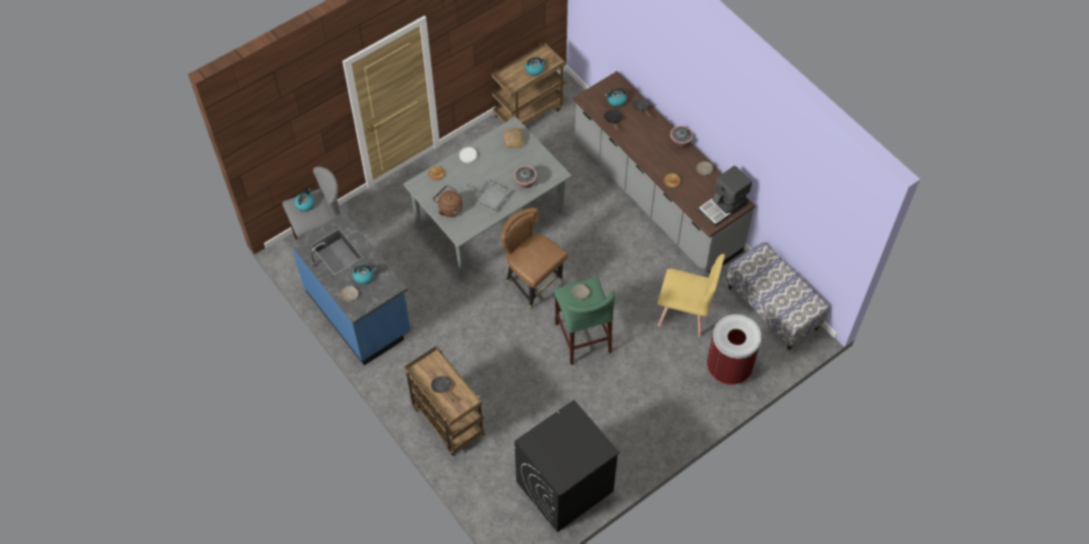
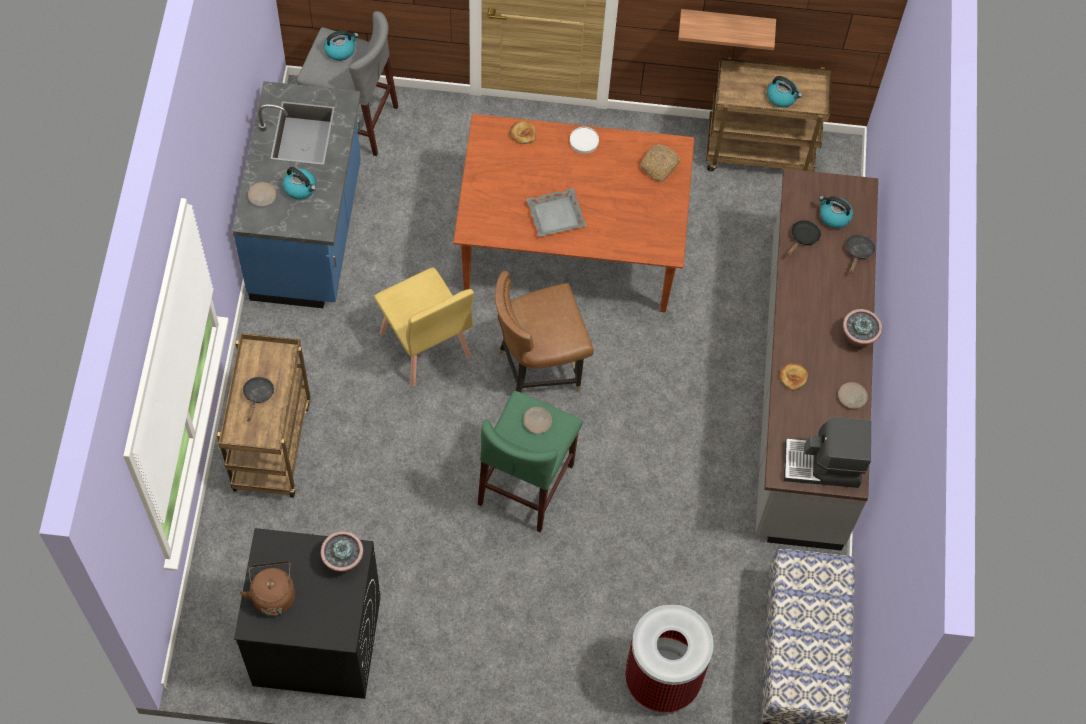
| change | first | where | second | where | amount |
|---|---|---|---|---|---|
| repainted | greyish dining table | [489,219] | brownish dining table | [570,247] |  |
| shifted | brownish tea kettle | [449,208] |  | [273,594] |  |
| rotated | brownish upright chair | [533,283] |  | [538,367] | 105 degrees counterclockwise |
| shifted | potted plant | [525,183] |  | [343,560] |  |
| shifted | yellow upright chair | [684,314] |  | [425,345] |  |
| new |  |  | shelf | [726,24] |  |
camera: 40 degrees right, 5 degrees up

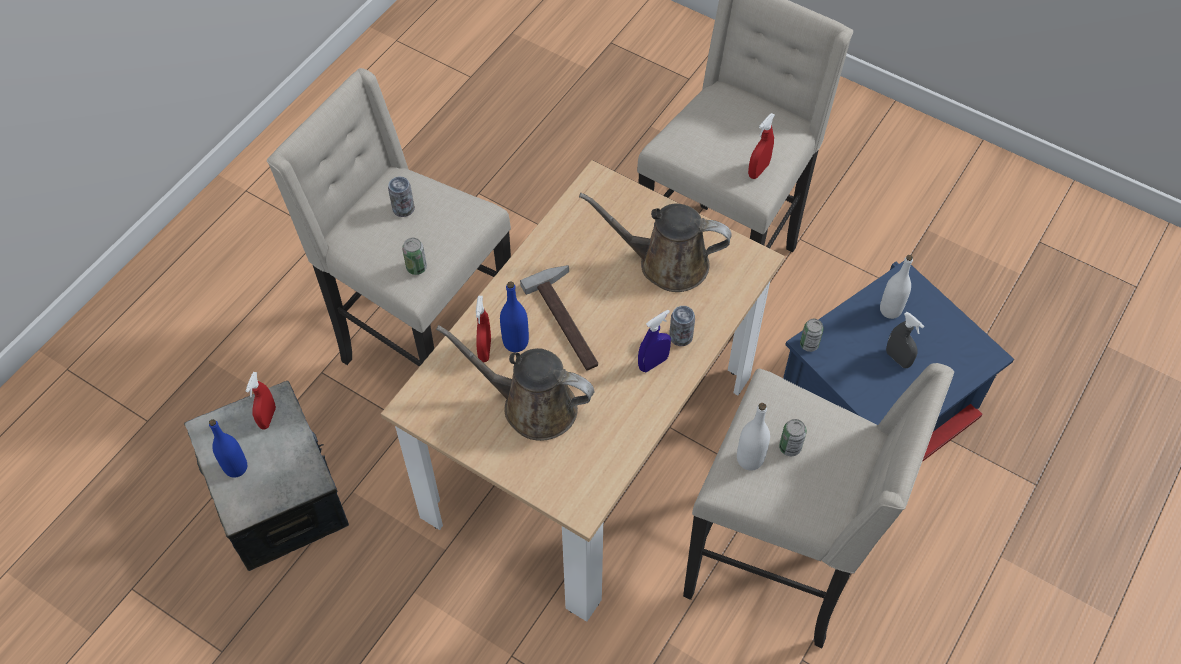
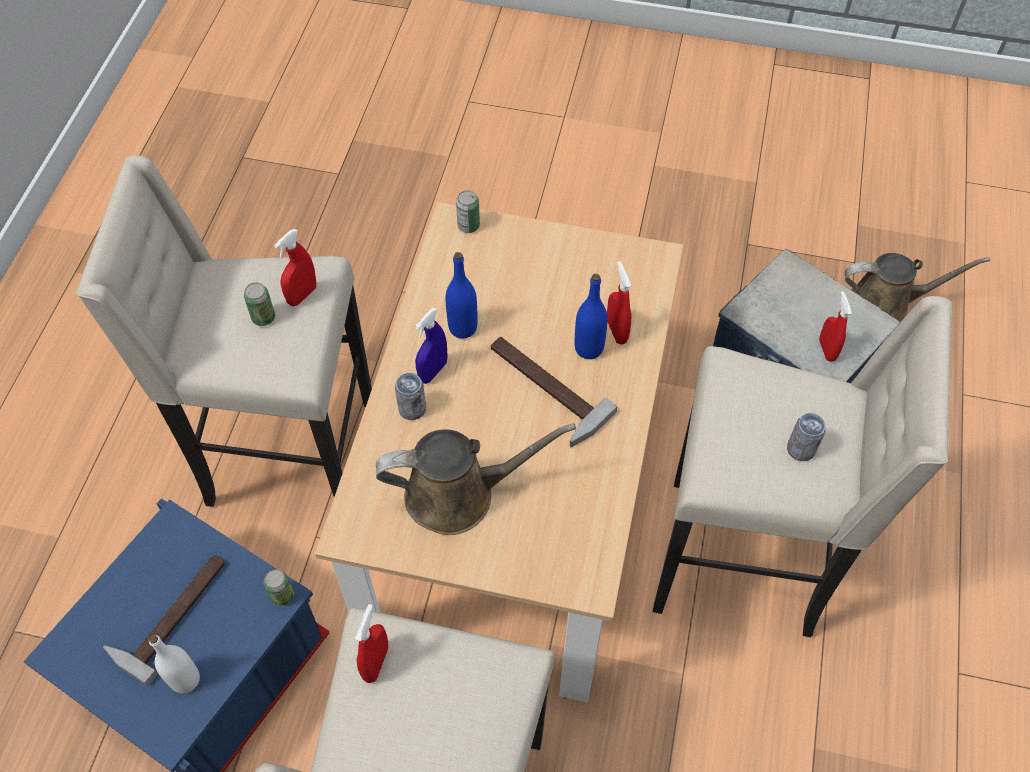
| change | first | where | second | where | amount |
|---|---|---|---|---|---|
| shifted | bluish bottle | [236,467] |  | [463,328] |  |
| shifted | metal can | [416,267] |  | [468,226] |  |
| shifted | brownish watering can | [532,405] |  | [885,305] |  |
| swapped | white bottle | [750,459] | red-coloured hand sprayer | [302,295] |  |
| swapped | greyish hand sprayer | [897,359] | hammer | [171,612] |  |
camera: 160 degrees right, 0 degrees up

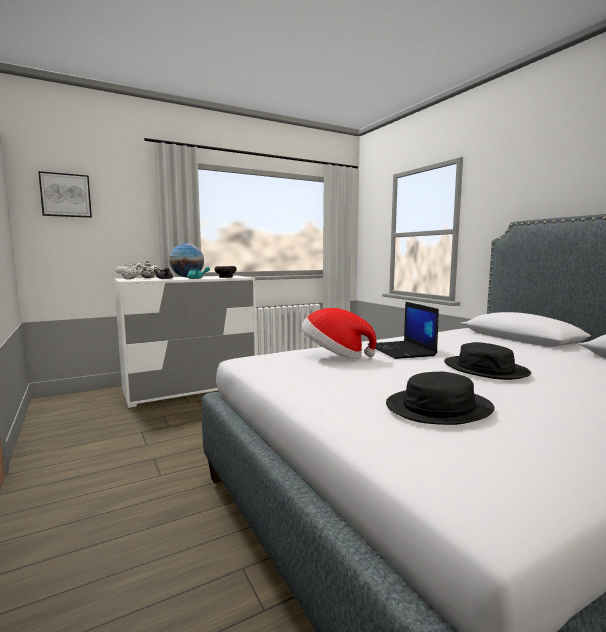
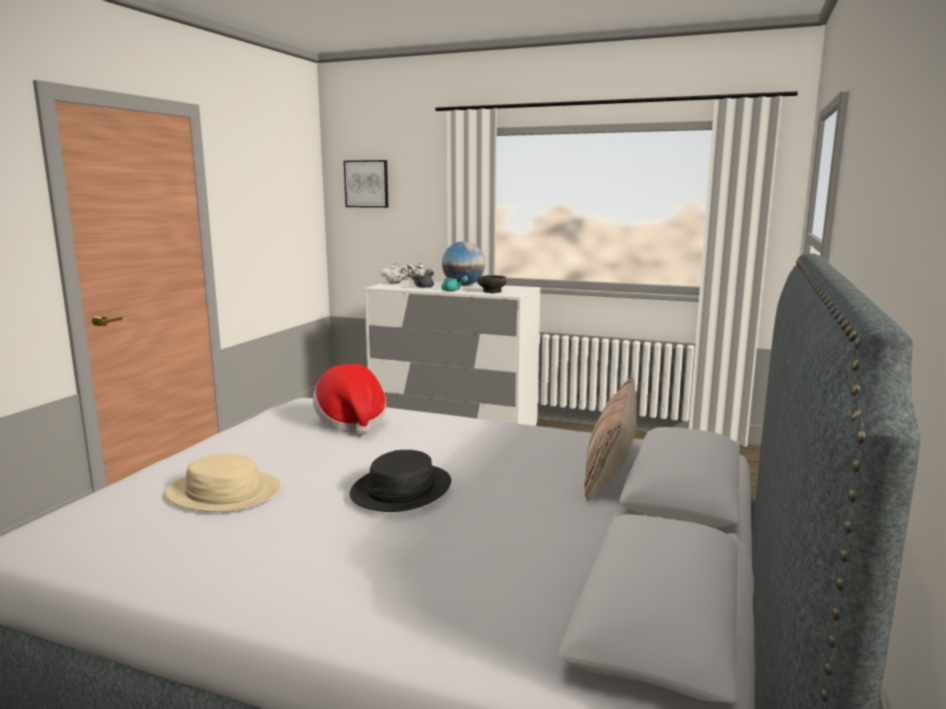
| change | first | where | second | where | amount |
|---|---|---|---|---|---|
| gone | portable computer | [401,350] |  |  |  |
| repainted | blackish clothing hat | [439,408] | beige-coloured clothing hat | [224,492] |  |
| new |  |  | pillow | [611,467] |  |
camera: 50 degrees right, 5 degrees up

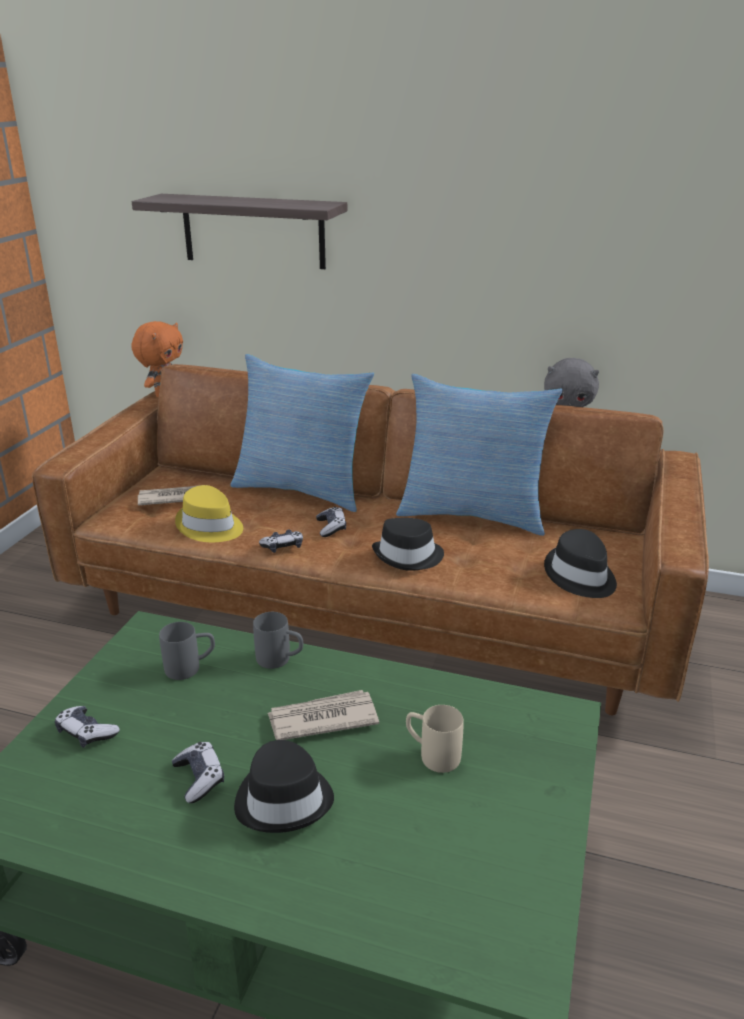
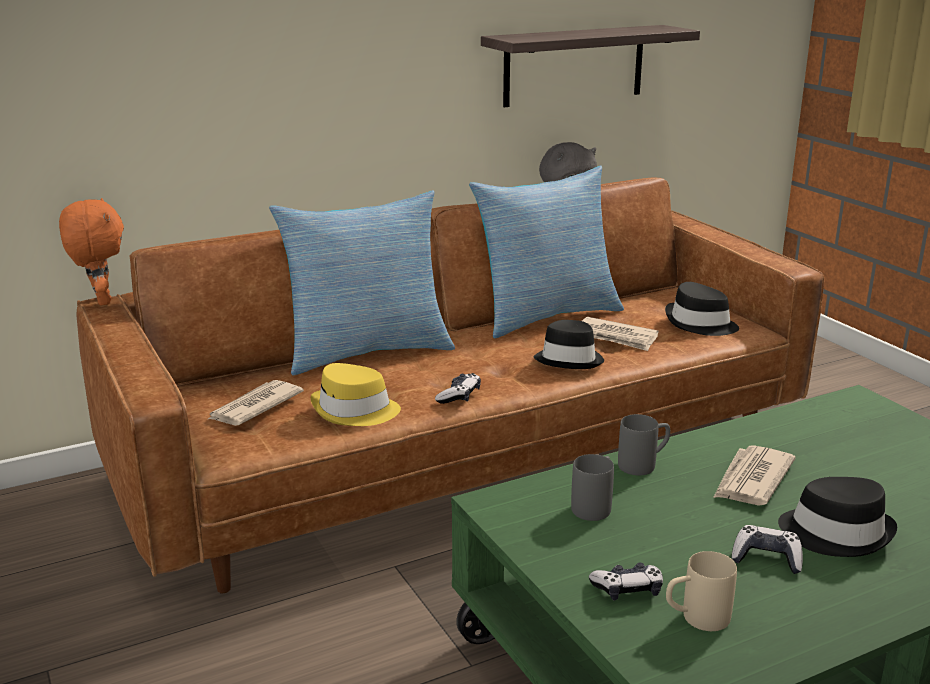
| change | first | where | second | where | amount |
|---|---|---|---|---|---|
| shifted | shelf | [253,231] |  | [574,65] |  |
| gone | game controller | [331,527] |  |  |  |
| shifted | beige-coloured mug | [432,755] |  | [696,619] |  |
| new |  |  | daily paper | [615,337] |  |
camera: 45 degrees left, 5 degrees down

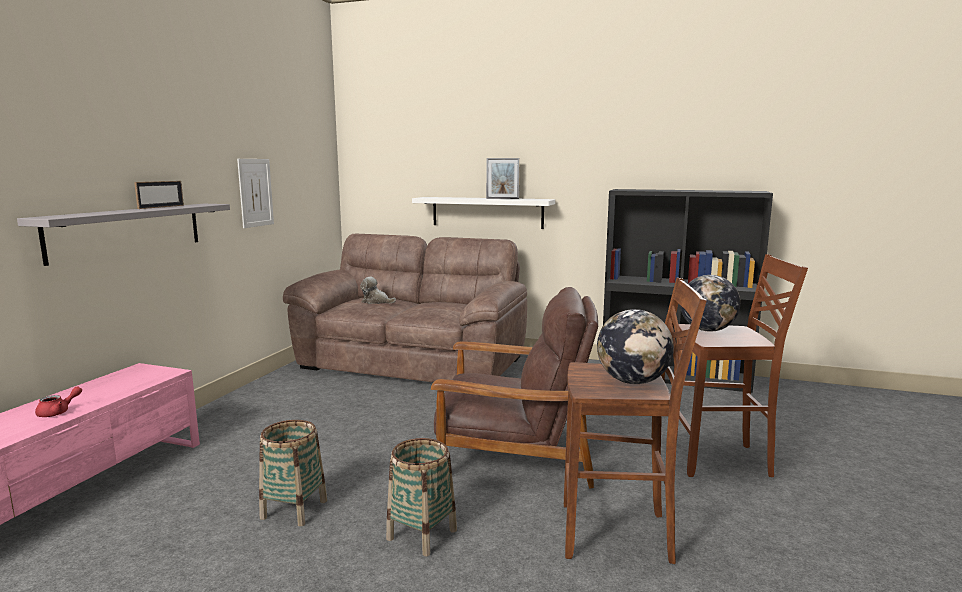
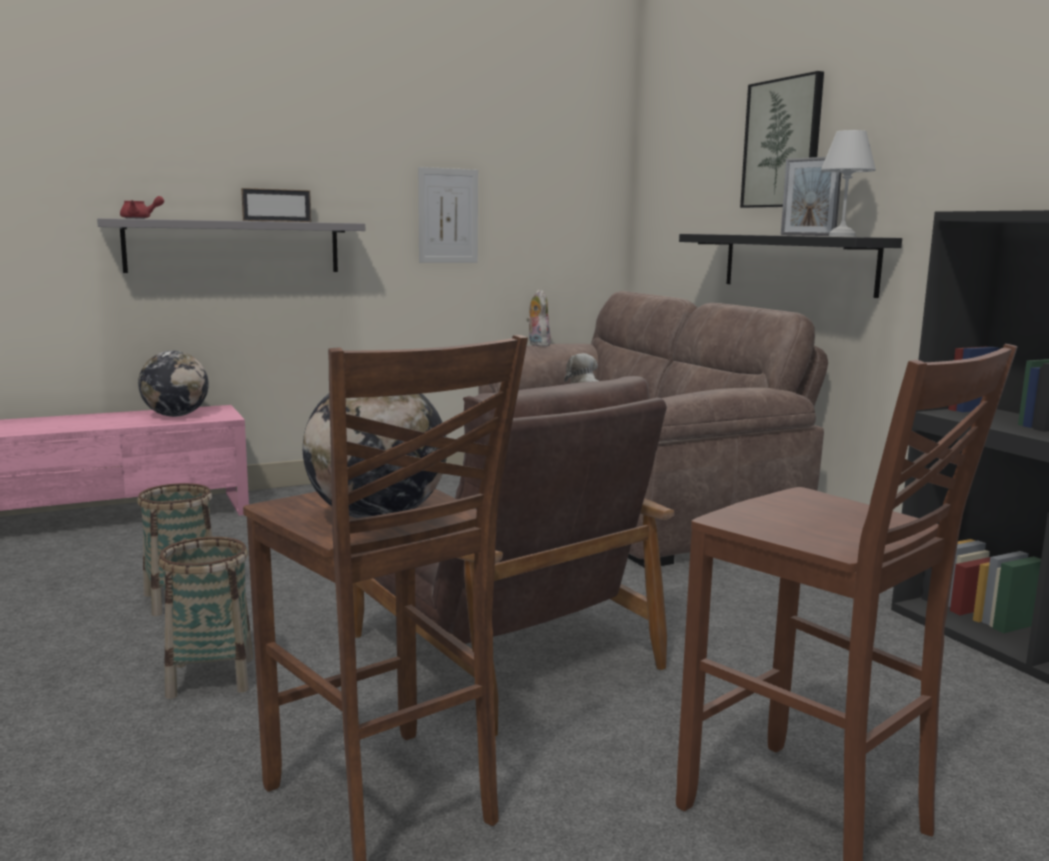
| change | first | where | second | where | amount |
|---|---|---|---|---|---|
| shifted | red-coloured teapot | [58,412] |  | [140,218] |  |
| repainted | white shelf | [487,212] | blackish shelf | [797,263] |  |
| shifted | globe | [707,330] |  | [176,416] |  |
| new |  |  | cuddly toy | [537,345] |  |
| new |  |  | picture | [783,143] |  |
| new |  |  | white table lamp | [843,236] |  |
camera: 45 degrees right, 0 degrees up

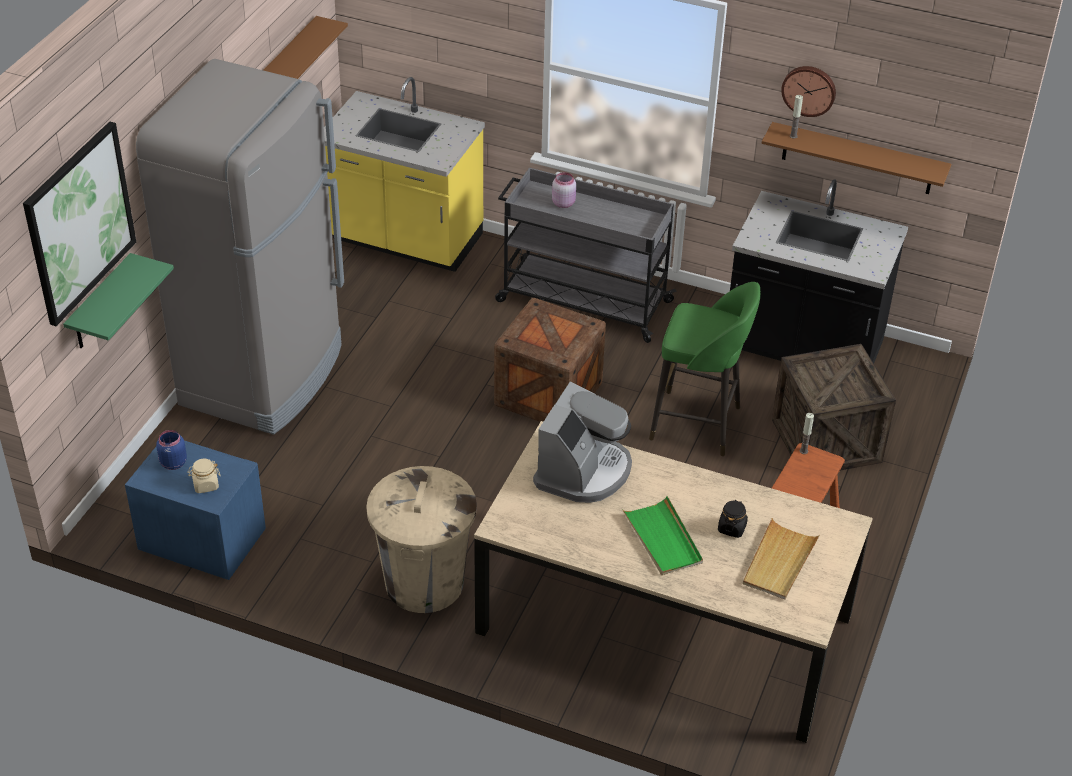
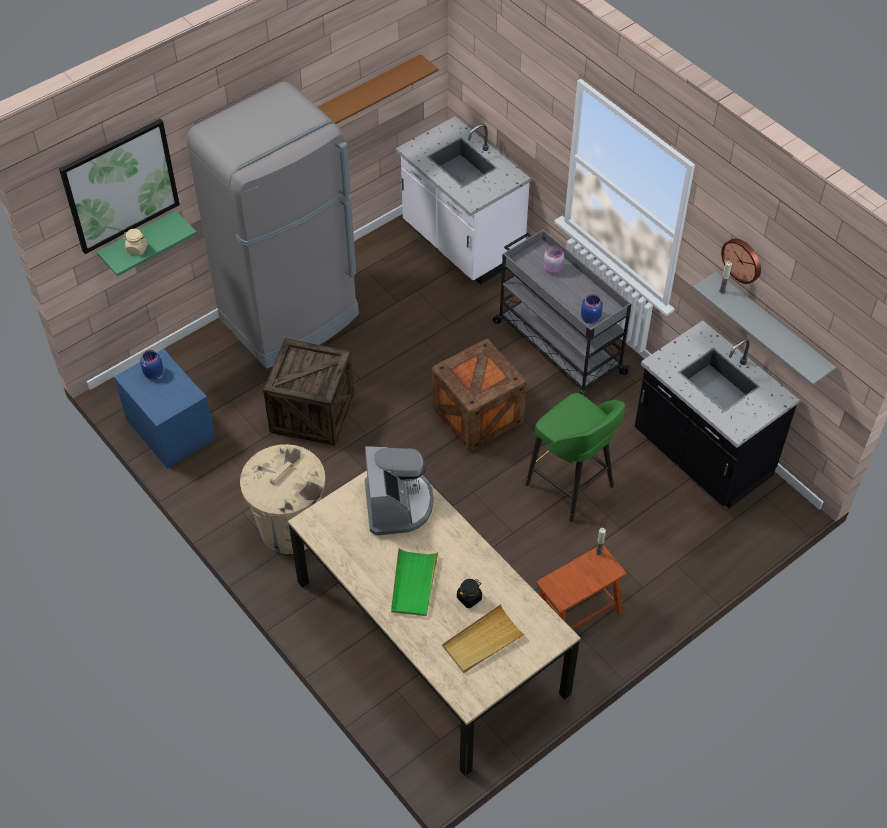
| change | first | where | second | where | amount |
|---|---|---|---|---|---|
| shifted | beige-coloured preserve jar | [205,485] |  | [136,249] |  |
| repainted | yellow kitchen counter | [404,240] | white kitchen counter | [461,243] |  |
| rotated | coffee brewer | [583,471] |  | [397,504] | 60 degrees counterclockwise |
| repainted | brownish shelf | [857,159] | greyish shelf | [771,329] |  |
| shifted | shipping crate | [826,440] |  | [312,412] |  |
| new |  |  | bluish preserve jar | [590,317] |  |
camera: 30 degrees right, 10 degrees up

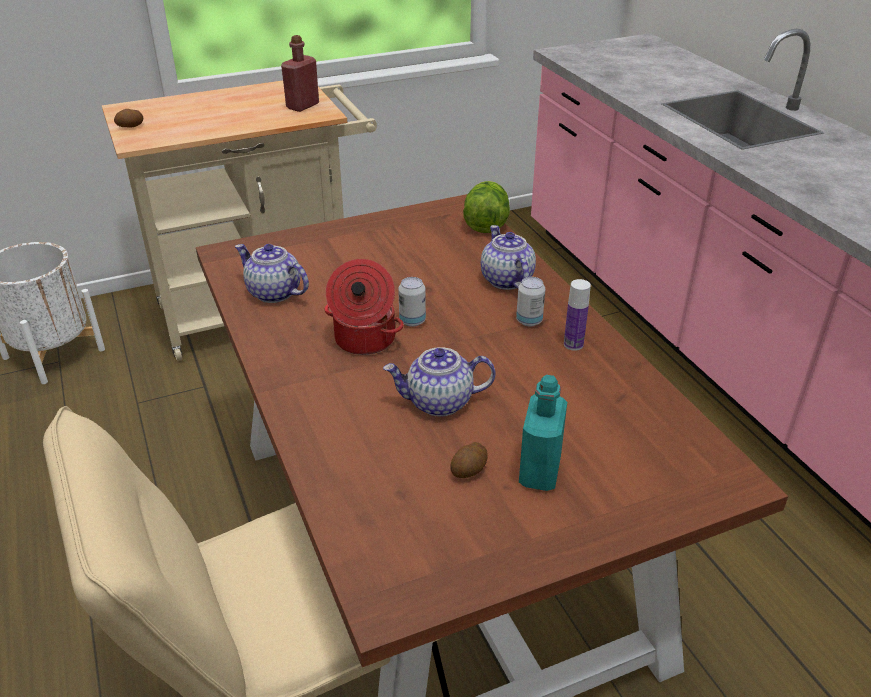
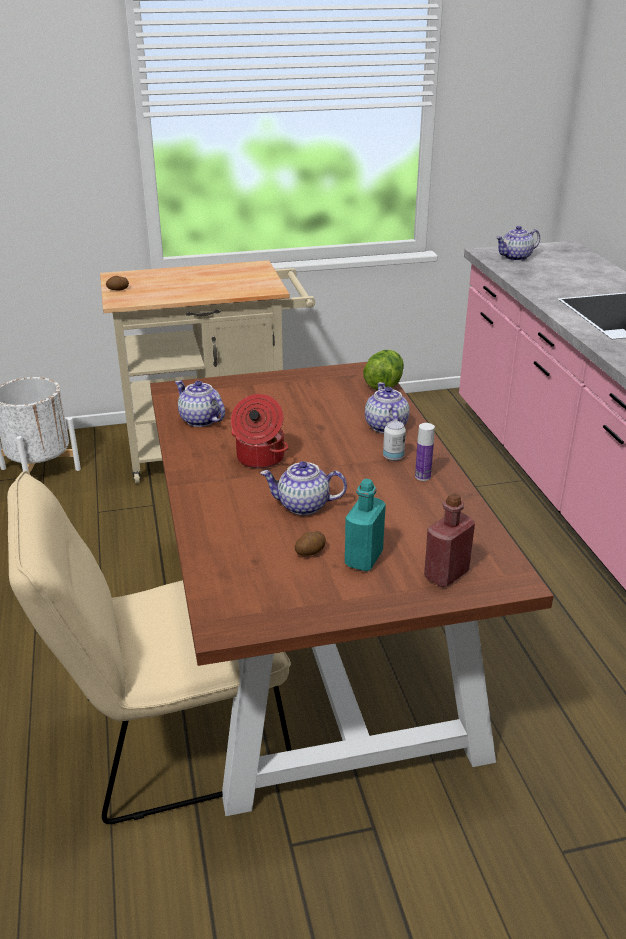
| change | first | where | second | where | amount |
|---|---|---|---|---|---|
| shifted | red-coloured bottle | [302,106] |  | [446,574] |  |
| gone | metal can | [412,321] |  |  |  |
| new |  |  | teapot | [515,257] |  |
camera: 10 degrees right, 5 degrees down

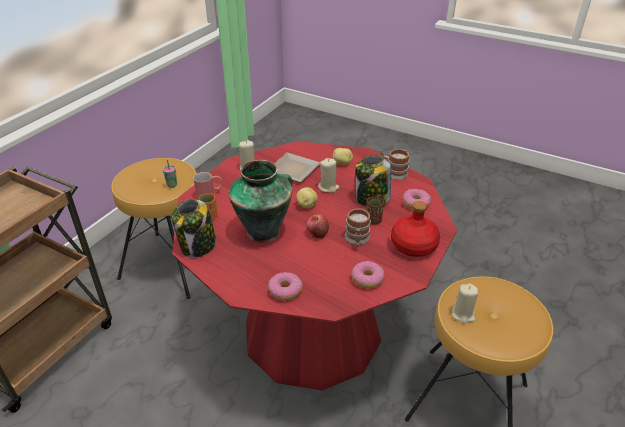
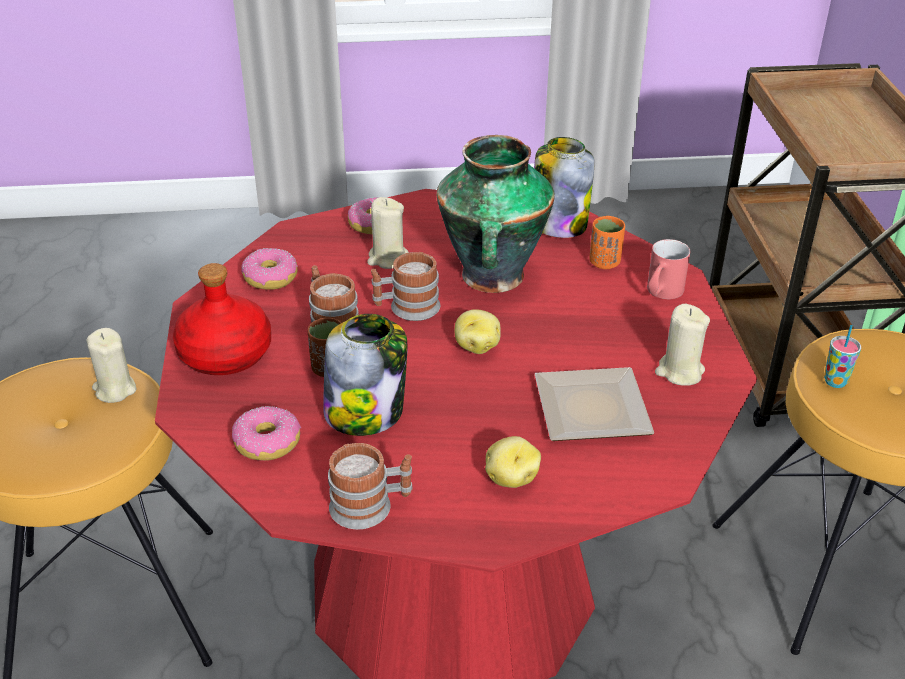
| change | first | where | second | where | amount |
|---|---|---|---|---|---|
| swapped | apple | [317,233] | mug | [406,308] |  |
| shifted | beige-coloured candle | [328,187] |  | [387,259] |  |
camera: 145 degrees right, 0 degrees up

